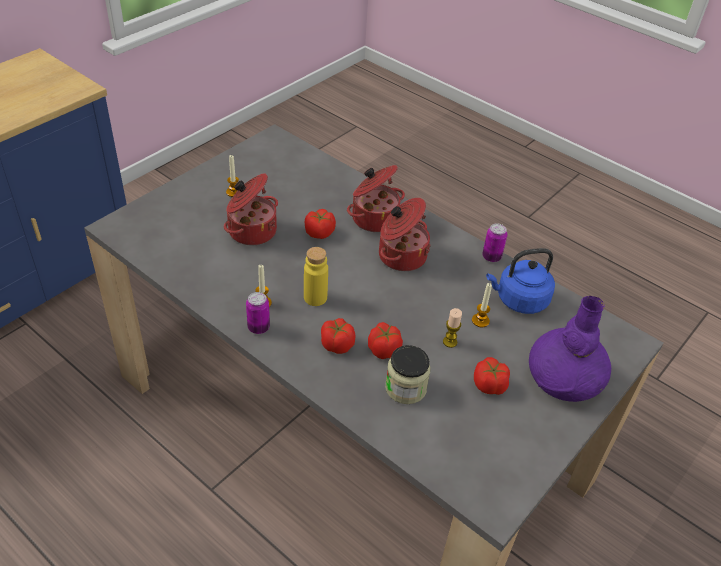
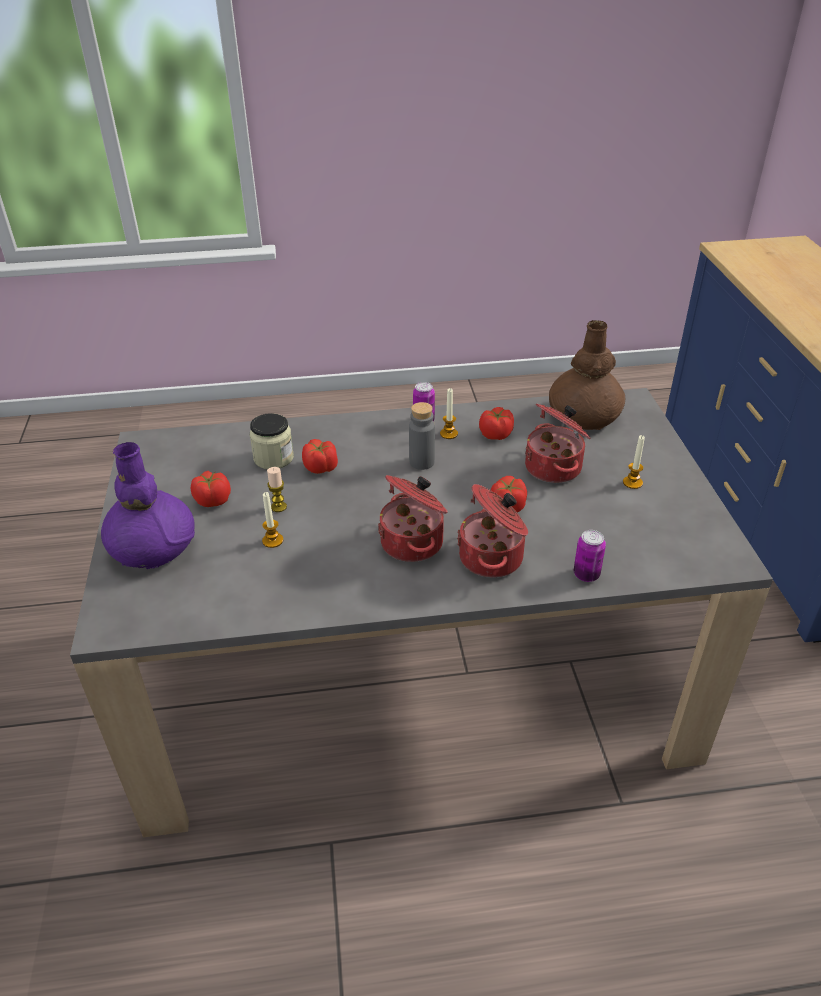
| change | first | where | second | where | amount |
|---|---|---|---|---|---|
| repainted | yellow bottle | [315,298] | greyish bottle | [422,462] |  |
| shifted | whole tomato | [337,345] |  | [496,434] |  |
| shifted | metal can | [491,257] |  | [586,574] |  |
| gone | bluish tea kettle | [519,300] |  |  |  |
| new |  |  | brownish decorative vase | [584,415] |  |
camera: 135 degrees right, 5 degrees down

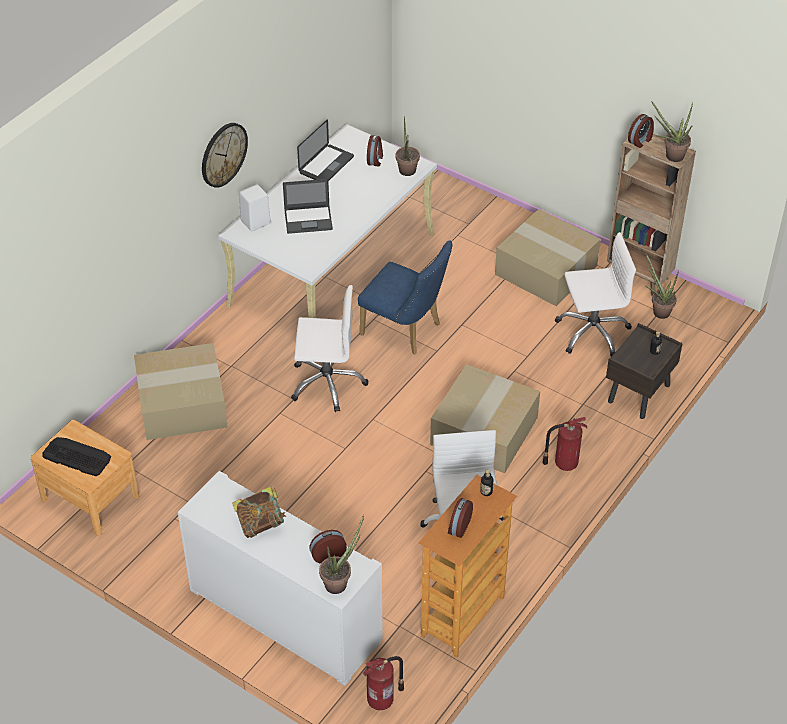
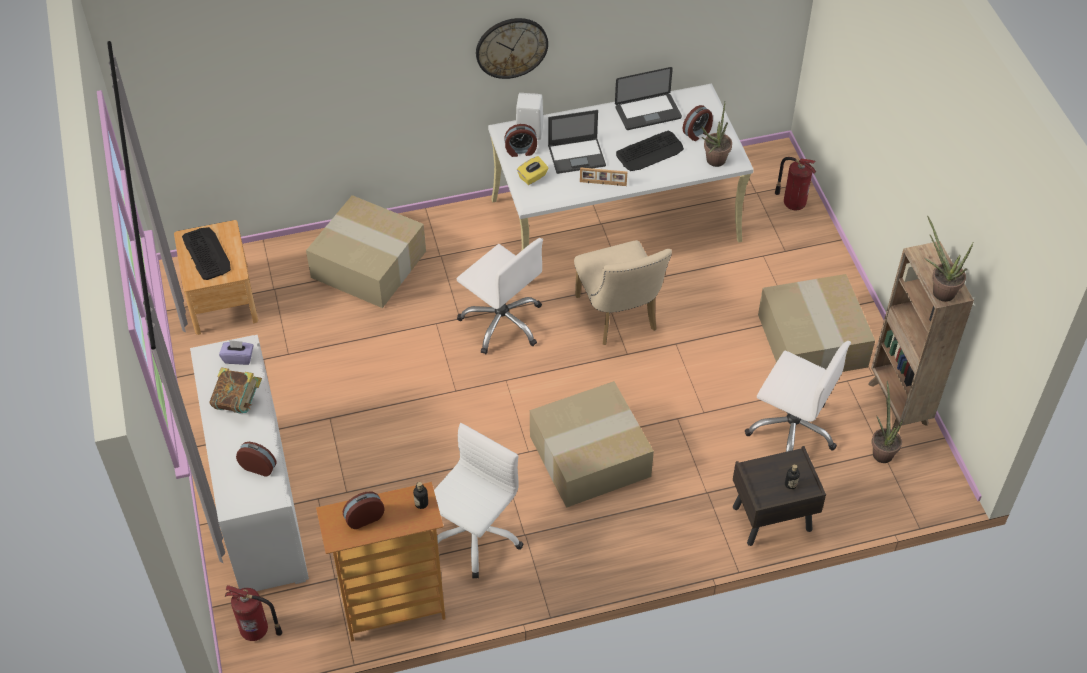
| change | first | where | second | where | amount |
|---|---|---|---|---|---|
| rotated | portable computer | [309,219] |  | [577,155] | 45 degrees counterclockwise |
| gone | potted plant | [339,582] |  |  |  |
| repainted | bluish upright chair | [406,331] | beige-coloured upright chair | [619,318] |  |
| shifted | extinguisher | [564,463] |  | [793,203] |  |
| shifted | alarm clock | [640,141] |  | [521,151] |  |
| new |  |  | purple-coloured tissue box | [238,358] |  |
| new |  |  | yellow tissue box | [533,177] |  |
| new |  |  | standing frame | [603,184] |  |
| new |  |  | PC keyboard | [650,152] |  |
camera: 40 degrees right, 5 degrees up

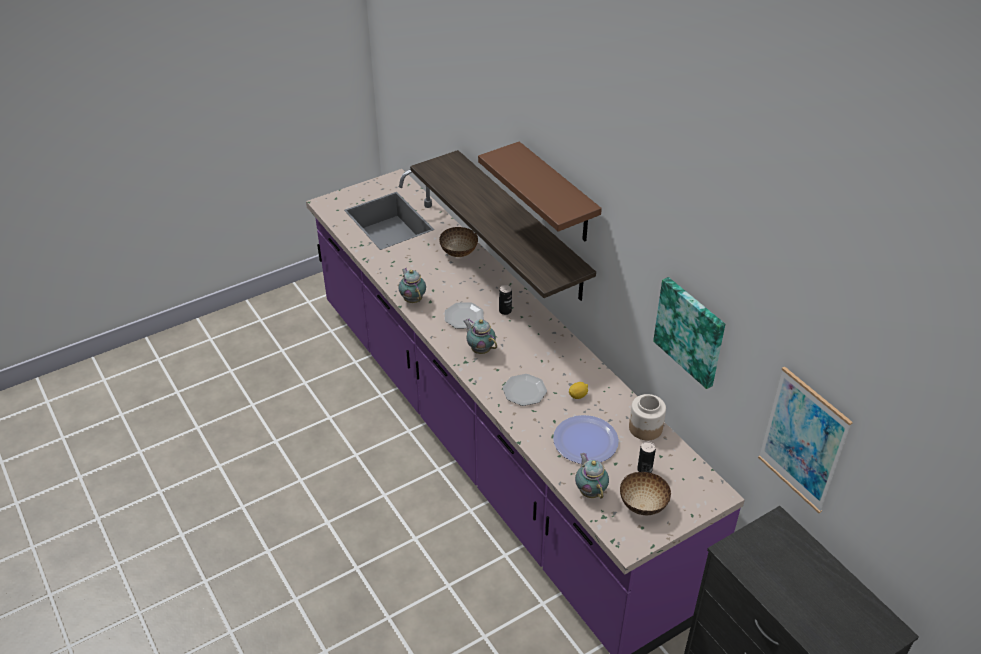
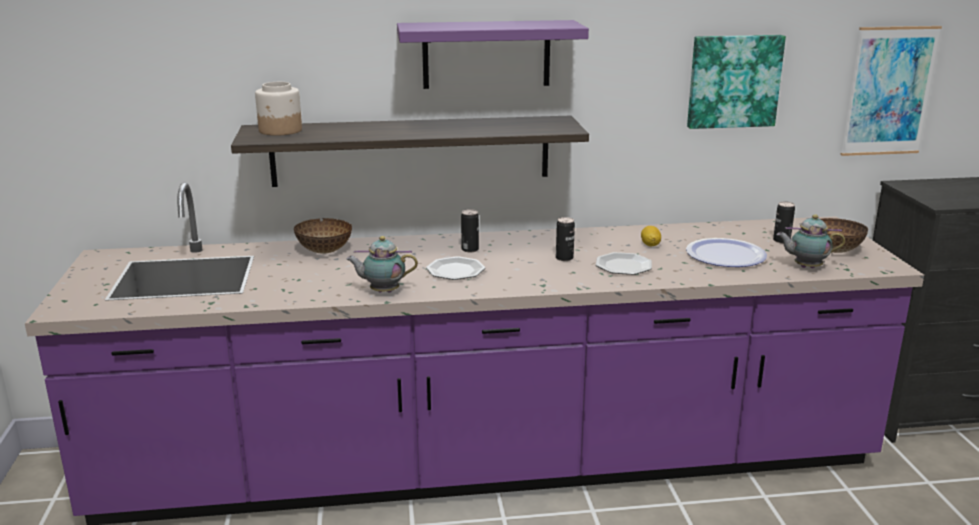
| change | first | where | second | where | amount |
|---|---|---|---|---|---|
| gone | teapot | [480,349] |  |  |  |
| repainted | brownish shelf | [557,194] | purple-coloured shelf | [486,54] |  |
| shifted | preserve jar | [645,428] |  | [280,130] |  |
| new |  |  | metal can | [564,258] |  |
camera: 65 degrees left, 20 degrees down

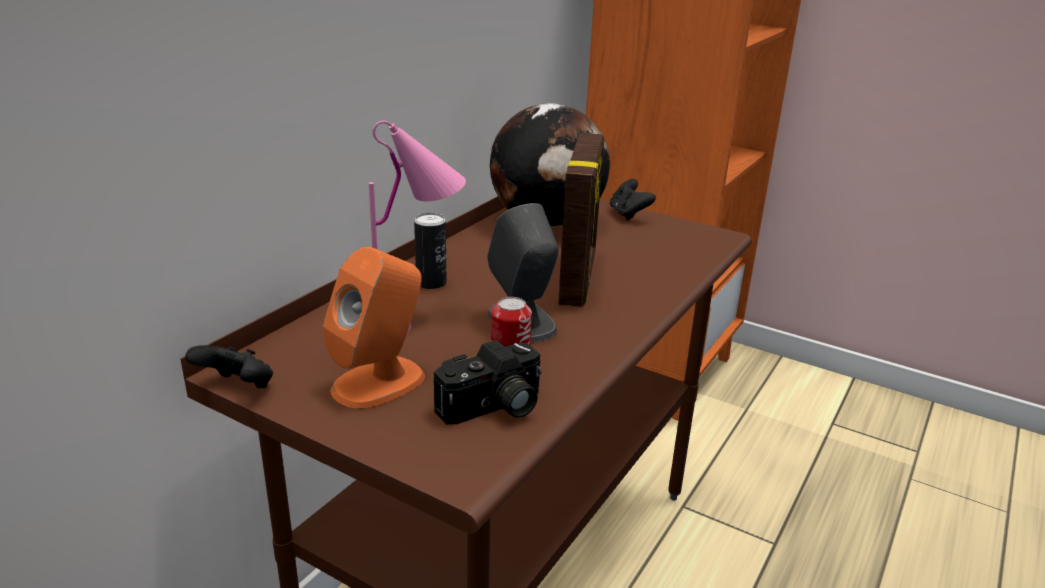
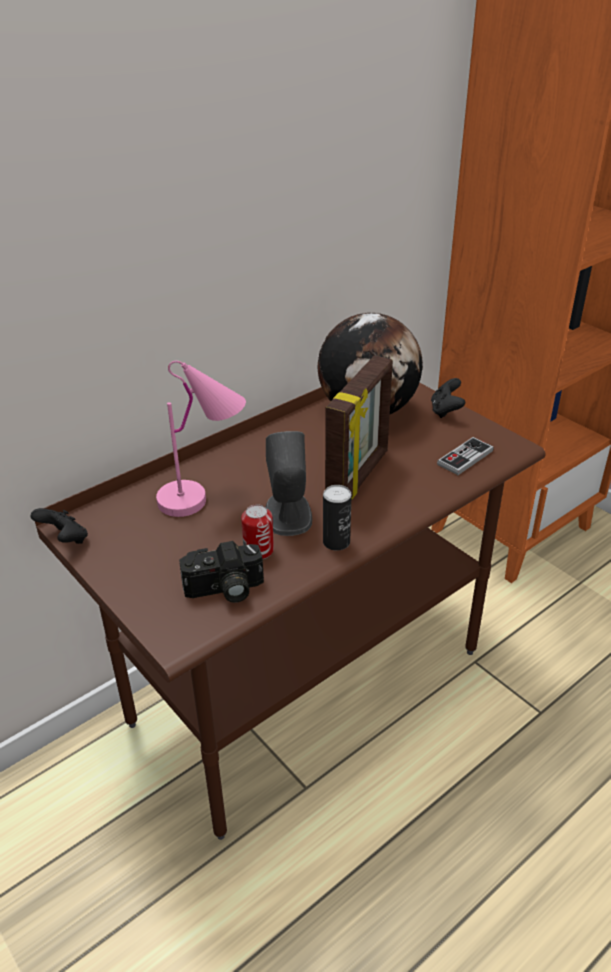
| change | first | where | second | where | amount |
|---|---|---|---|---|---|
| gone | orangey speaker | [379,382] |  |  |  |
| shifted | metal can | [431,283] |  | [336,542] |  |
| new |  |  | game controller | [465,458] |  |
camera: 20 degrees right, 10 degrees up

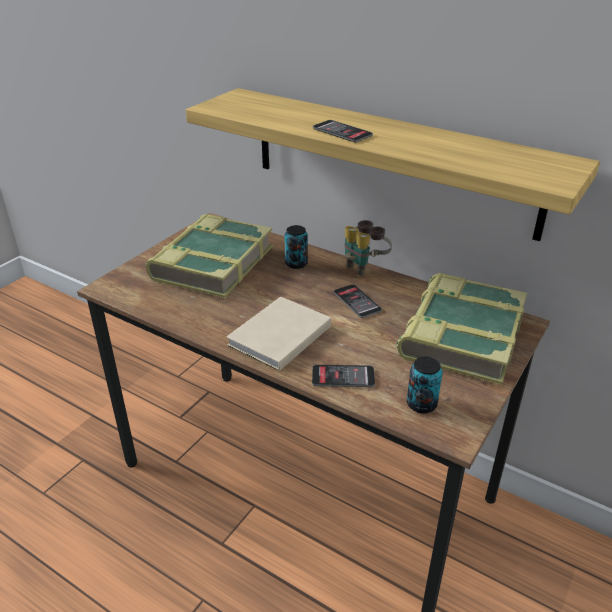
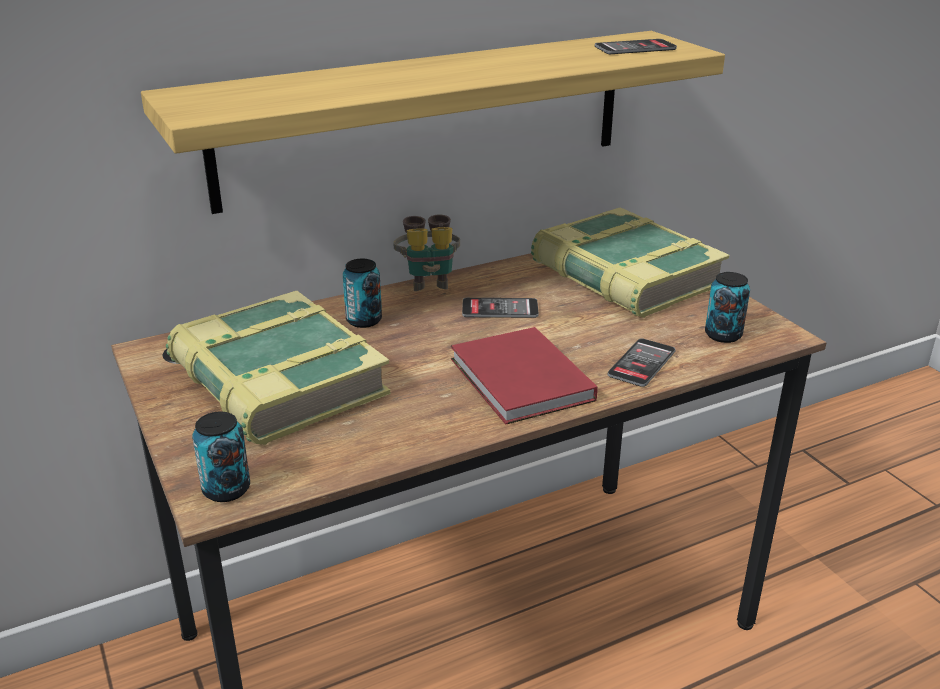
| change | first | where | second | where | amount |
|---|---|---|---|---|---|
| repainted | beige-coloured bound book | [277,336] | red-coloured bound book | [520,382] |  |
| shifted | phone | [342,132] |  | [635,48] |  |
| new |  |  | metal can | [226,489] |  |
camera: 60 degrees left, 5 degrees down

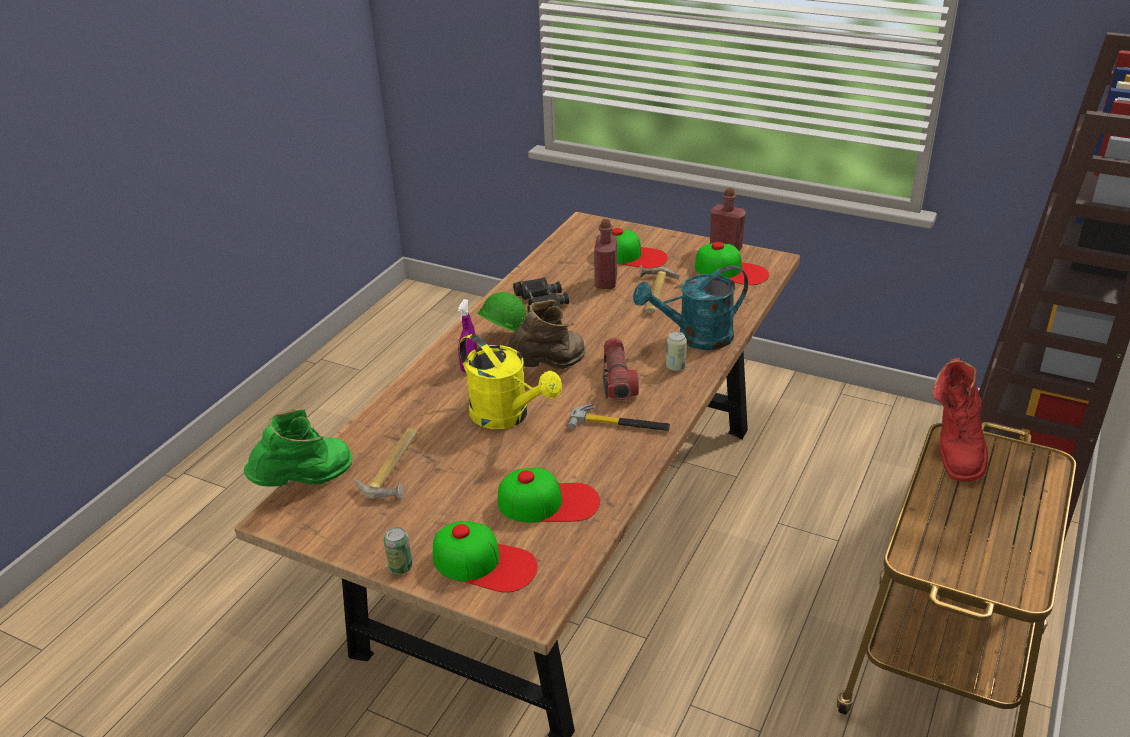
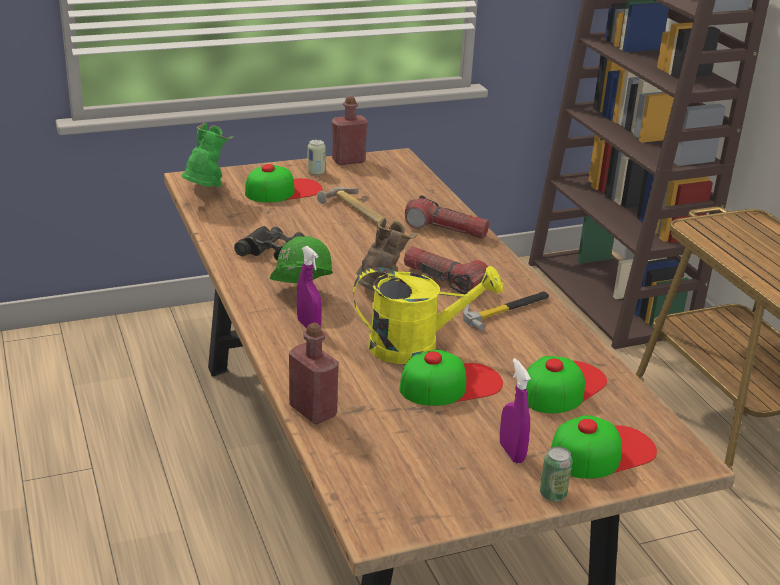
| change | first | where | second | where | amount |
|---|---|---|---|---|---|
| shifted | green high-top boot | [306,483] |  | [205,193] |  |
| gone | hammer | [397,468] |  |  |  |
| shifted | red-coloured bottle | [606,282] |  | [313,411] |  |
| swapped | turquoise-coloured watering can | [695,338] | hand torch | [445,230] |  |
| shifted | metal can | [675,367] |  | [316,172] |  |
| shifted | cap | [731,271] |  | [451,384] |  |
| gone | red-coloured high-top boot | [956,450] |  |  |  |
| new |  |  | purple-coloured hand sprayer | [511,453] |  |
camera: 50 degrees left, 5 degrees down

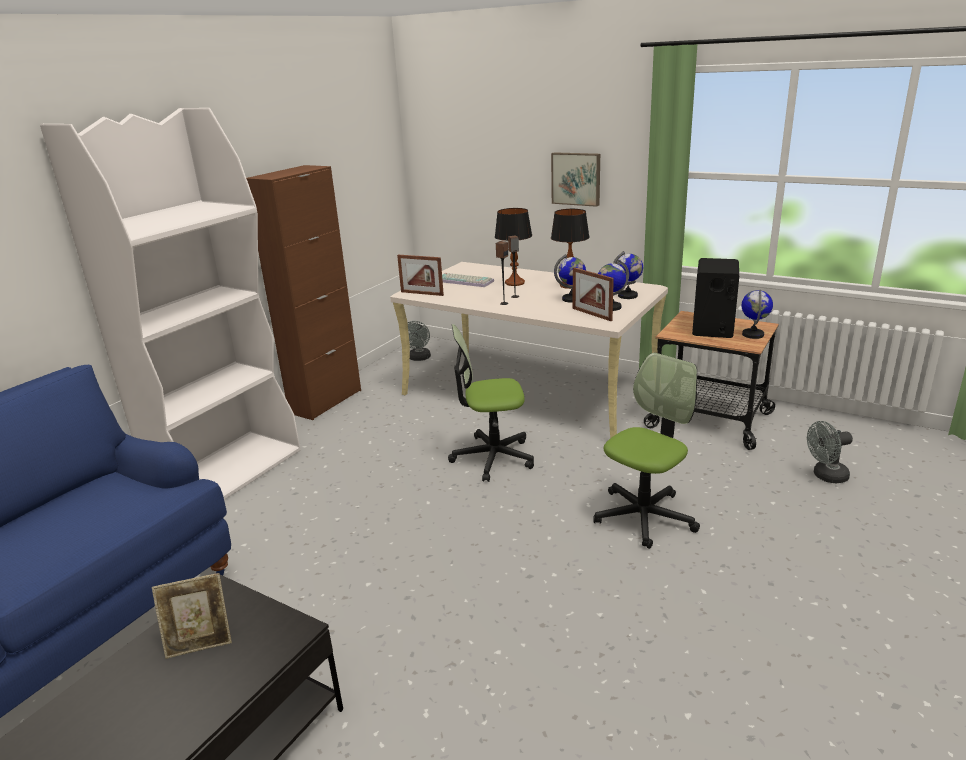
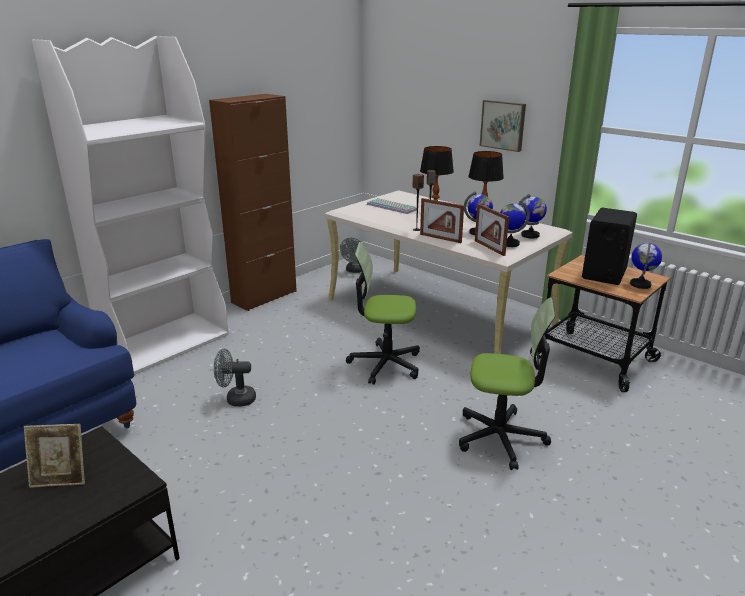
| change | first | where | second | where | amount |
|---|---|---|---|---|---|
| shifted | standing frame | [422,293] |  | [440,238] |  |
| rotated | desk chair | [644,516] |  | [501,437] | 45 degrees clockwise |
| shifted | greyish electric fan | [825,476] |  | [236,399] |  |
camera: 10 degrees right, 0 degrees up

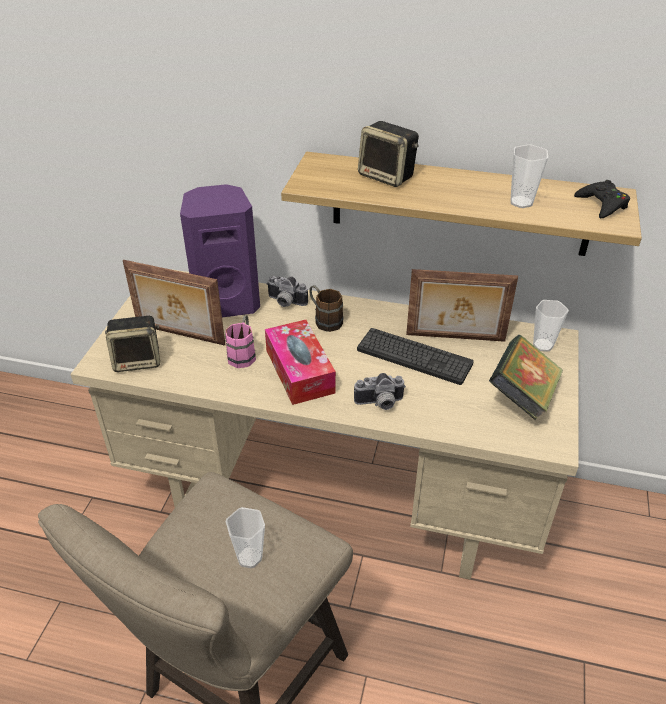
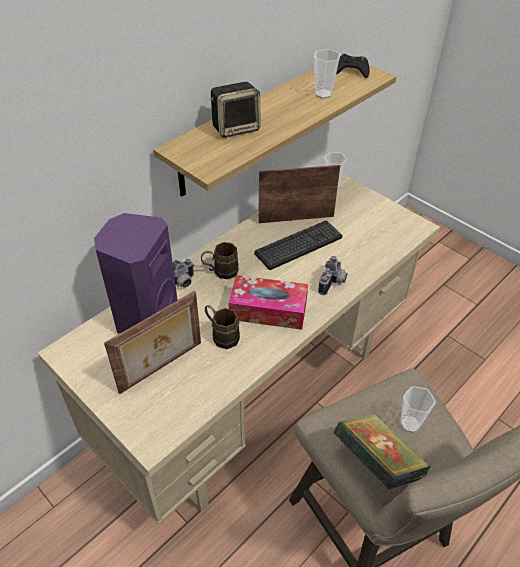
| change | first | where | second | where | amount |
|---|---|---|---|---|---|
| gone | speaker | [138,360] |  |  |  |
| repainted | pink-coloured mug | [243,353] | brownish mug | [221,334] |  |
| rotated | standing frame | [455,338] |  | [296,218] | 135 degrees counterclockwise |
| shifted | bound book | [522,396] |  | [377,462] |  |
camera: 60 degrees left, 5 degrees up

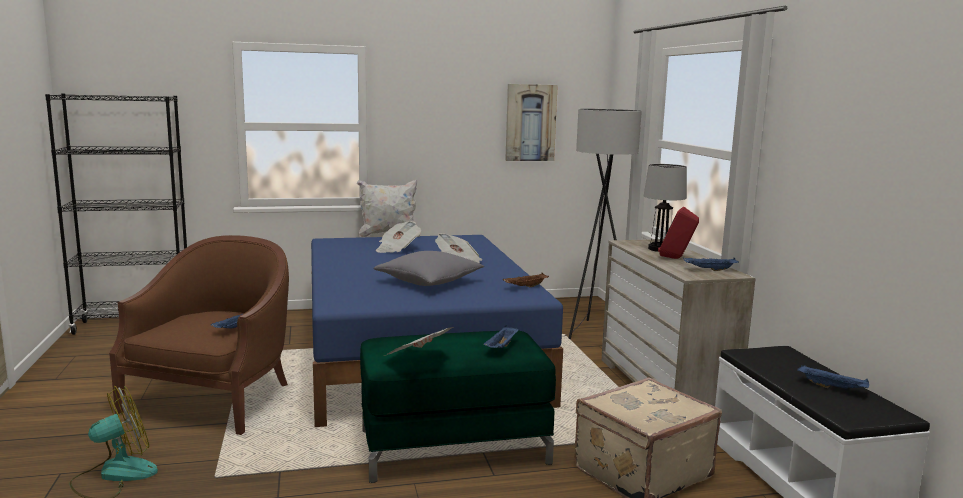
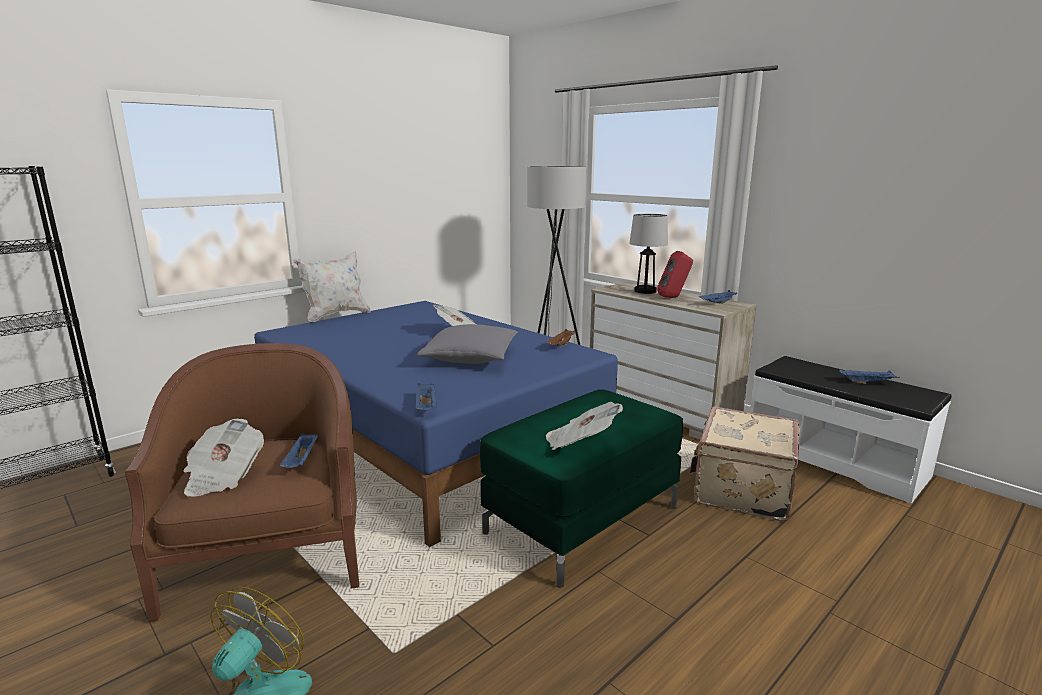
| change | first | where | second | where | amount |
|---|---|---|---|---|---|
| shifted | daily paper | [397,249] |  | [223,476] |  |
| shifted | bluish carrying tray | [501,347] |  | [426,407] |  |
| gone | picture | [530,122] |  |  |  |
camera: 30 degrees left, 5 degrees up

